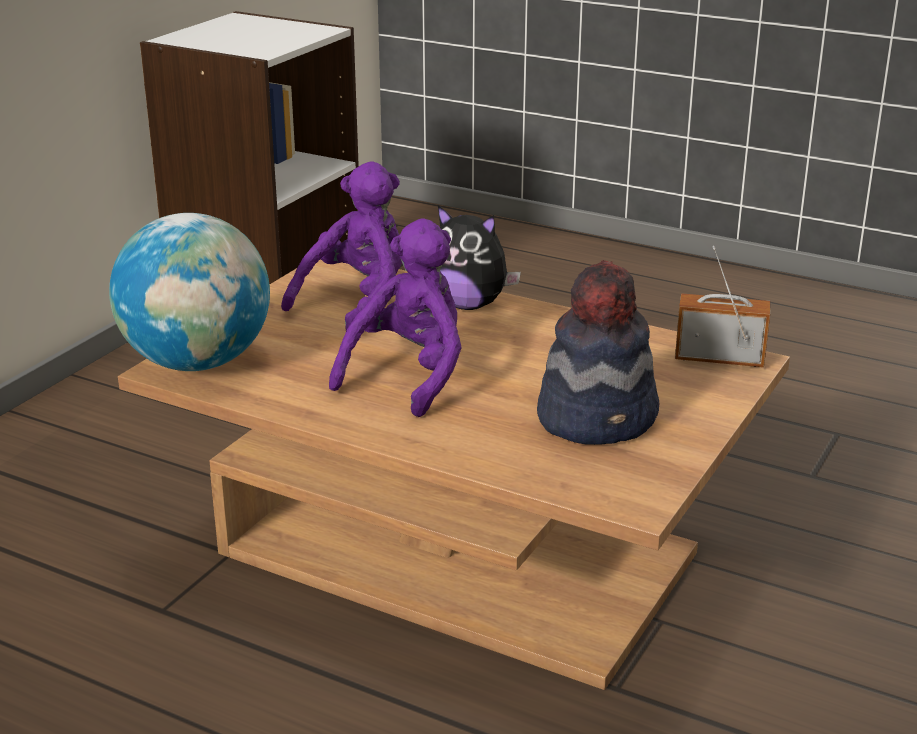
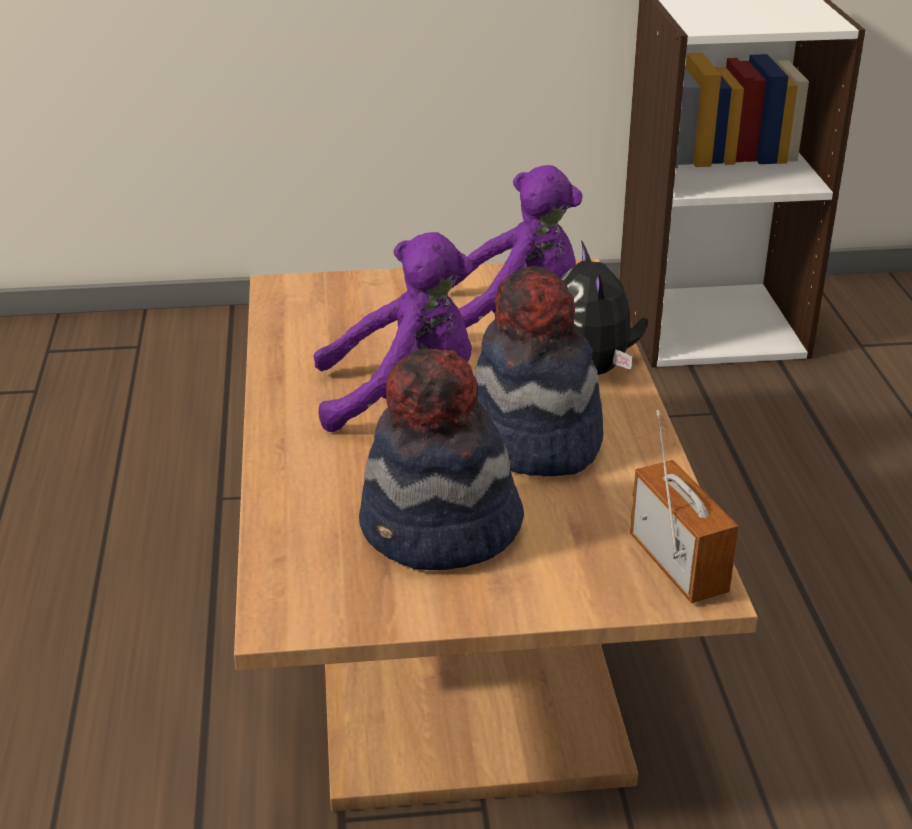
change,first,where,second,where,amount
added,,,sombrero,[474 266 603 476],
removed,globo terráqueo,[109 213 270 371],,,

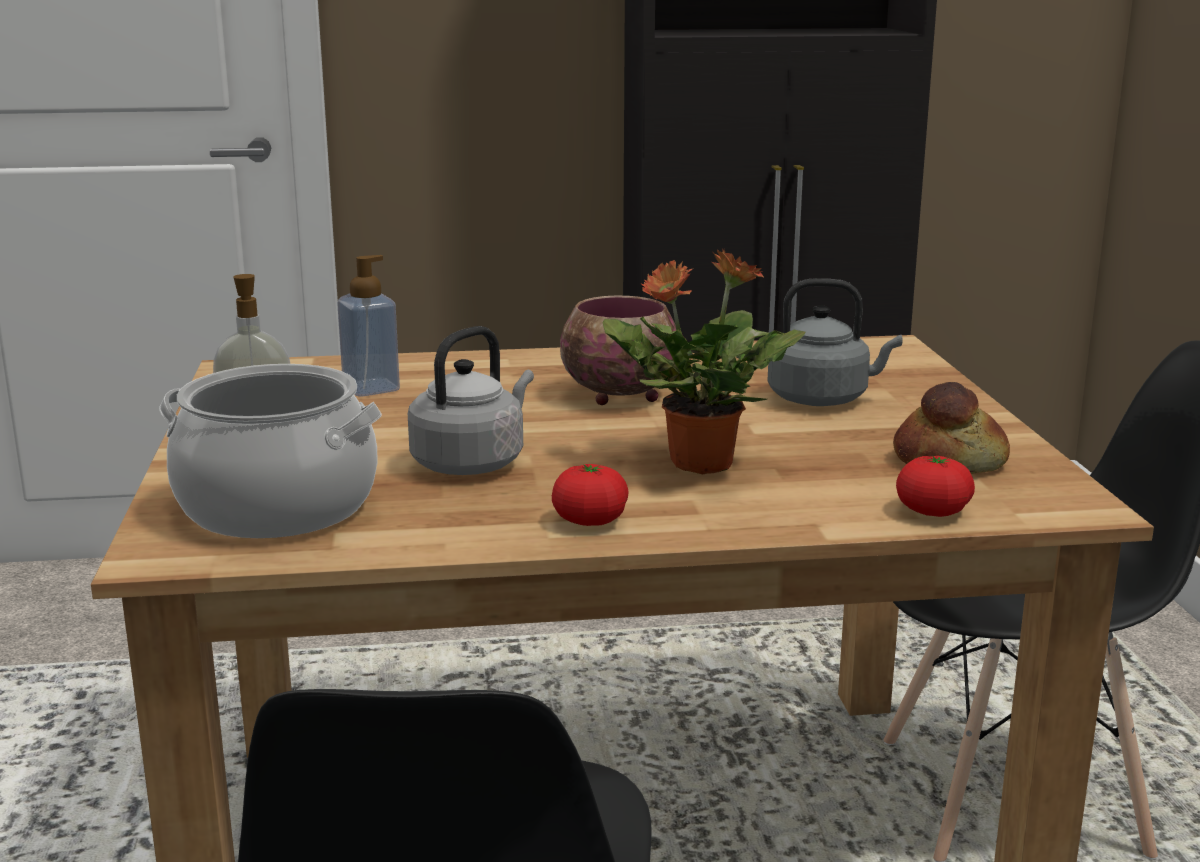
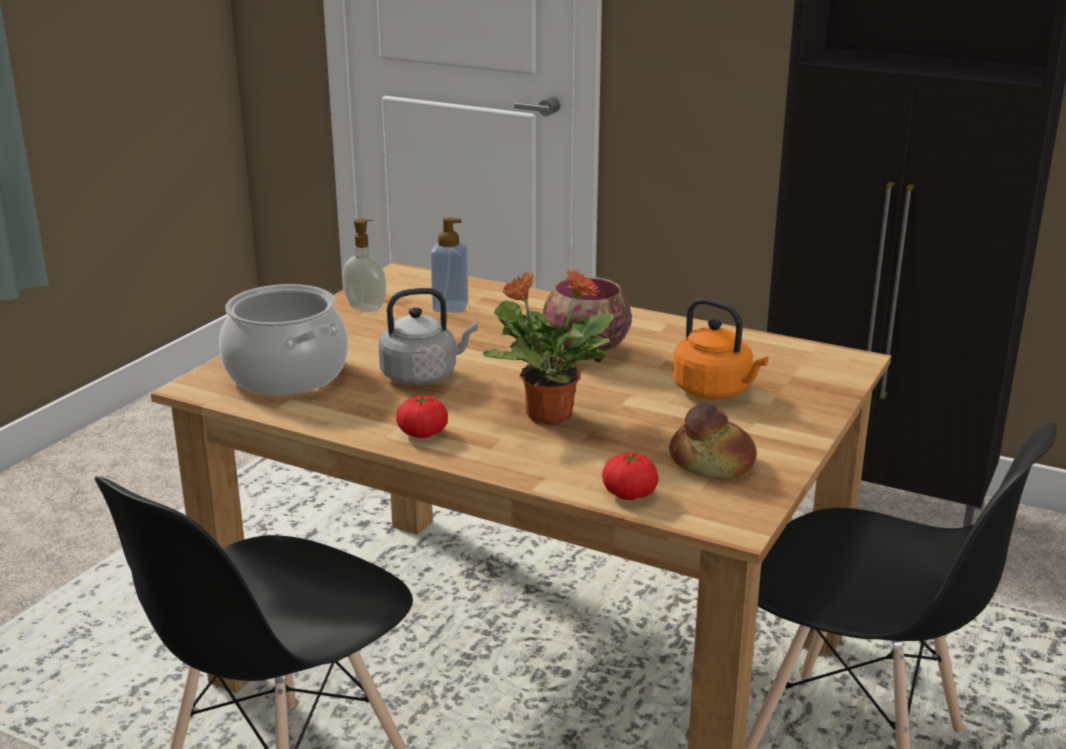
change,first,where,second,where,amount
recoloured,hervidor (gris),[767 278 903 406],hervidor (naranja),[673 298 769 399],

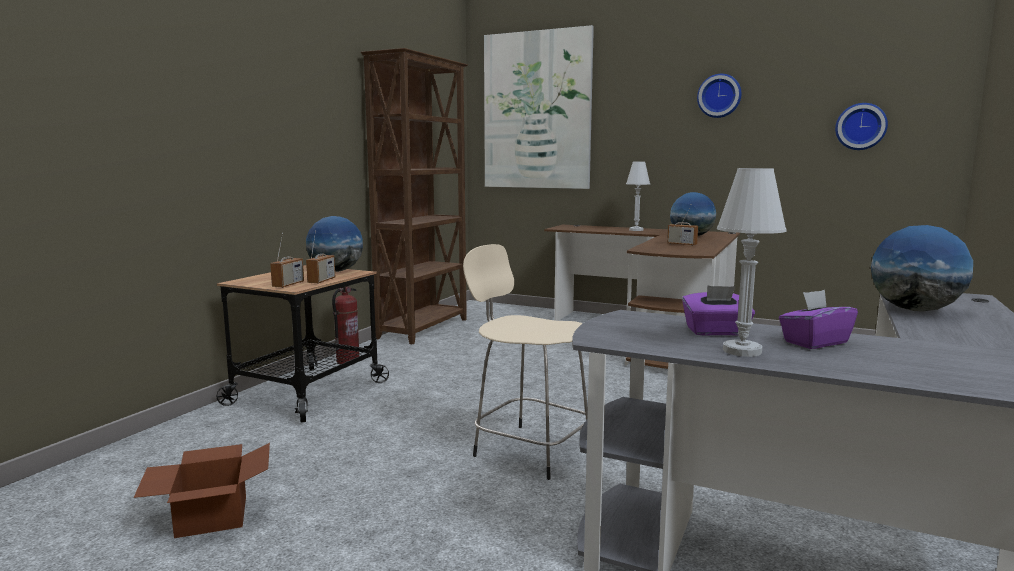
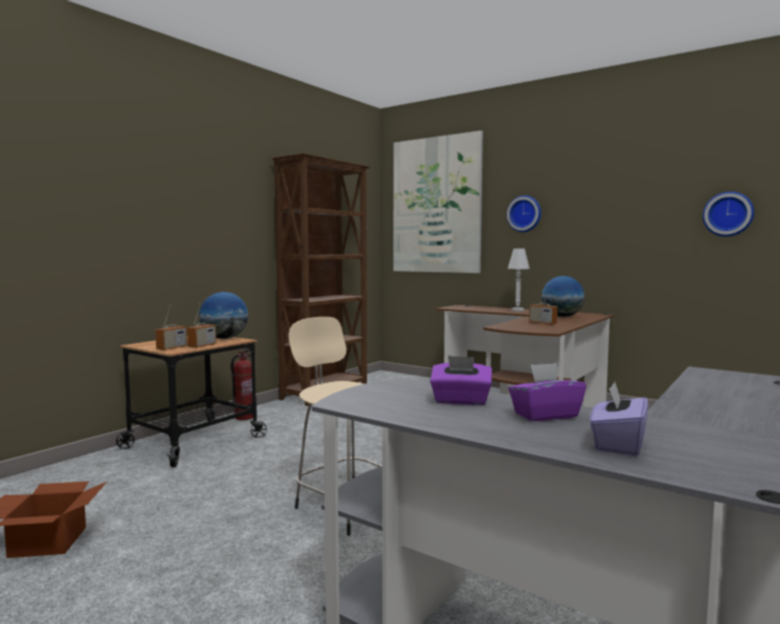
change,first,where,second,where,amount
moved,reloj de pared,[697 74 742 118],,[507 195 541 232],
added,,,caja de pañuelos (morado),[590 382 649 456],
removed,lámpara de mesa (blanco),[717 168 787 357],,,
removed,globo terráqueo,[871 225 973 312],,,

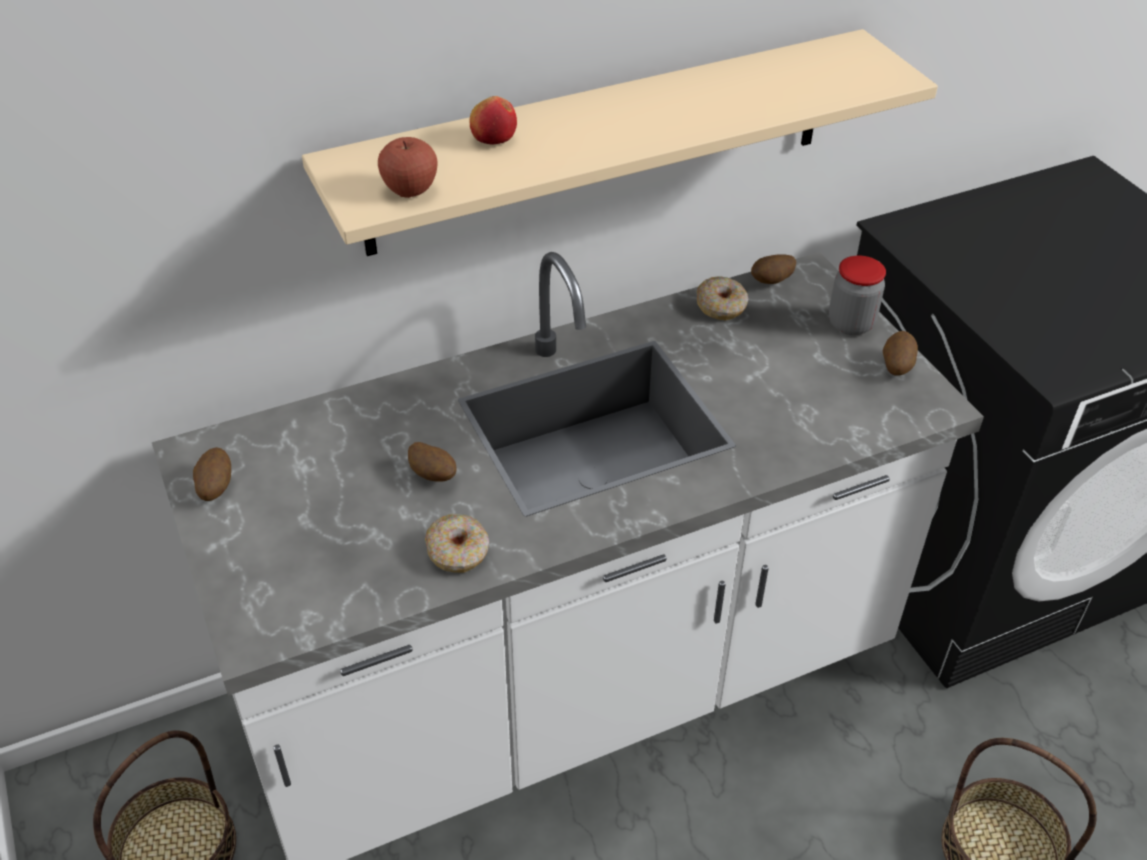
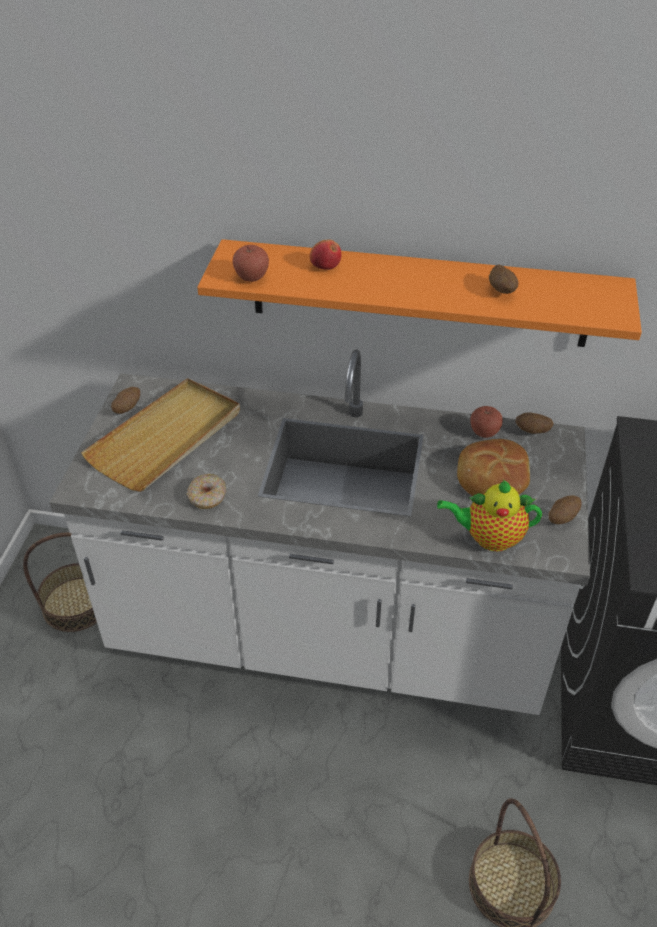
change,first,where,second,where,amount
added,,,bandeja (beis),[81 378 240 492],
recoloured,estante (beis),[302 29 938 256],estante (naranja),[197 239 642 347],
added,,,tetera,[437 480 542 552],
added,,,pan,[457 439 530 496],
replaced,rosquilla,[697 276 749 320],manzana,[470 406 503 438],
moved,patata,[408 442 457 482],,[489 265 518 294],
removed,tarro,[829 256 886 335],,,

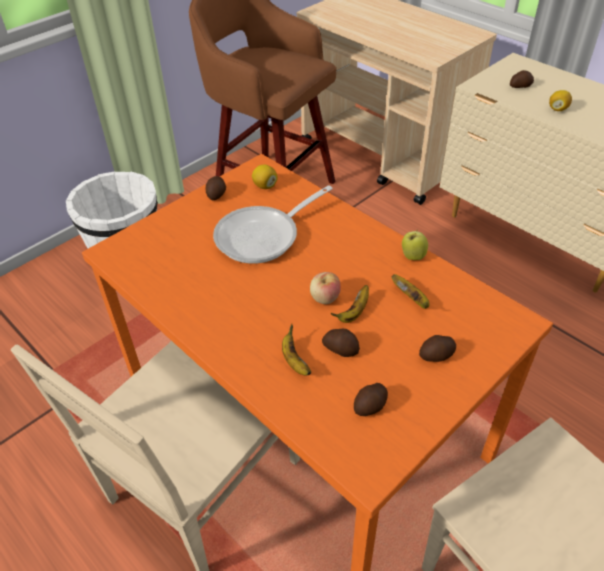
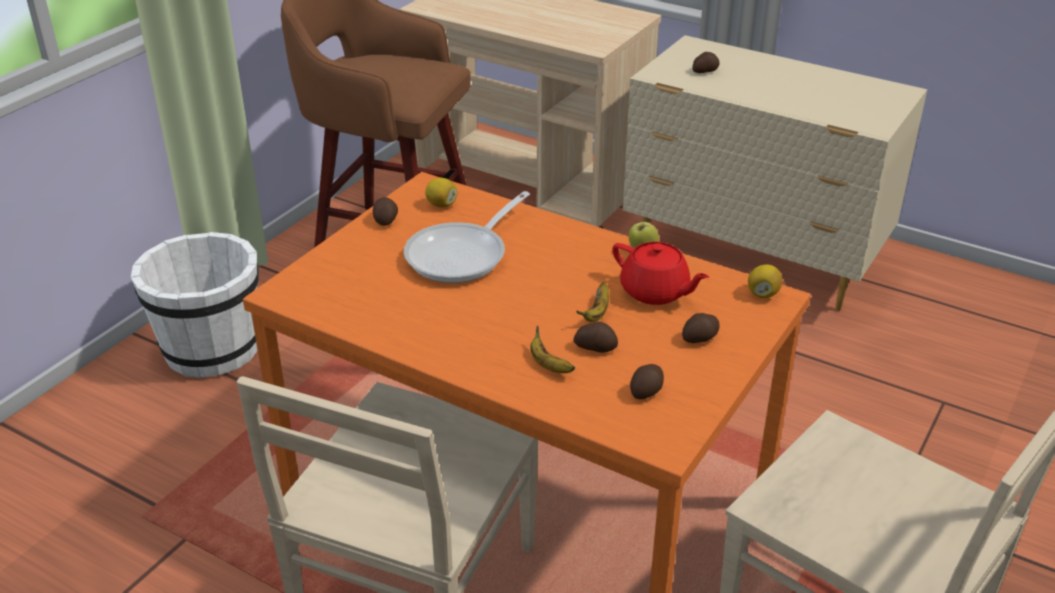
change,first,where,second,where,amount
replaced,plátano,[392 274 430 309],tetera (rojo),[612 242 709 305],
moved,limón,[549 90 572 111],,[748 264 782 298],
removed,manzana,[310 272 341 304],,,

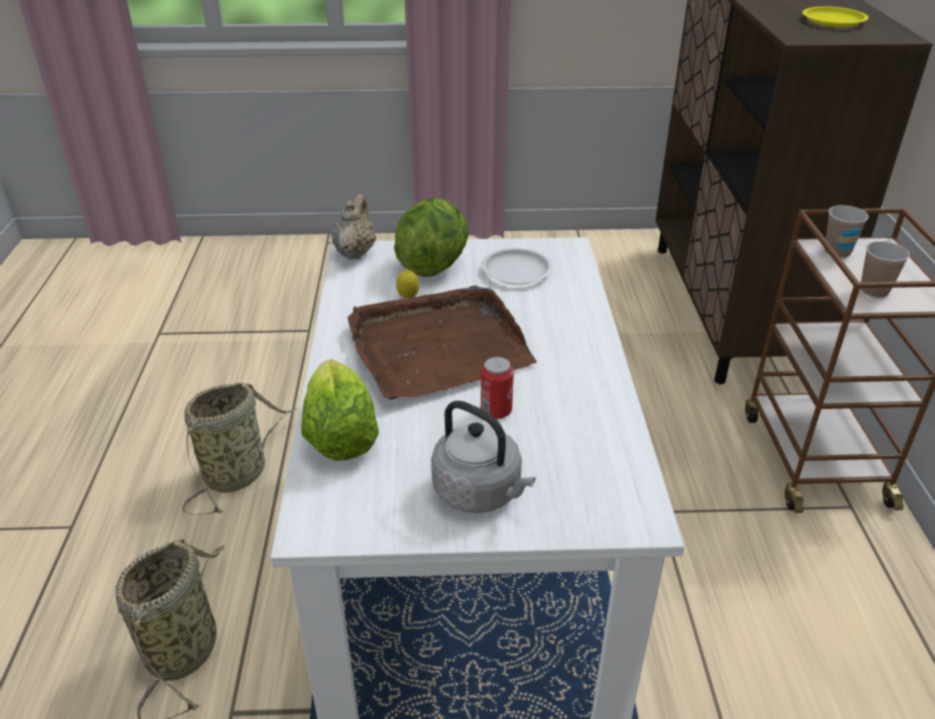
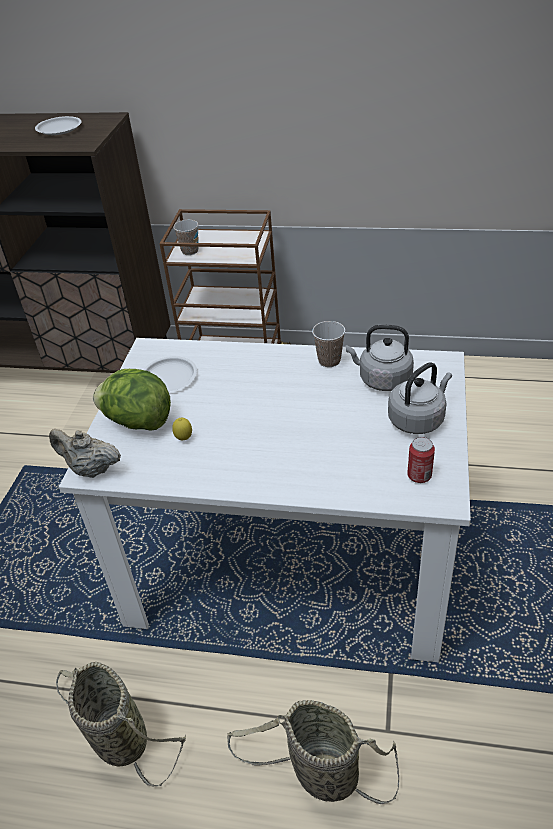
change,first,where,second,where,amount
recoloured,plato (amarillo),[802 6 868 27],plato (blanco),[35 116 82 135],
moved,taza,[861 241 910 298],,[312 321 345 367],
added,,,hervidor (gris),[346 325 414 391],
moved,lata,[481 357 514 419],,[407 437 435 483],
removed,lechuga,[301 359 379 461],,,
removed,bandeja (marrón),[347 286 537 400],,,

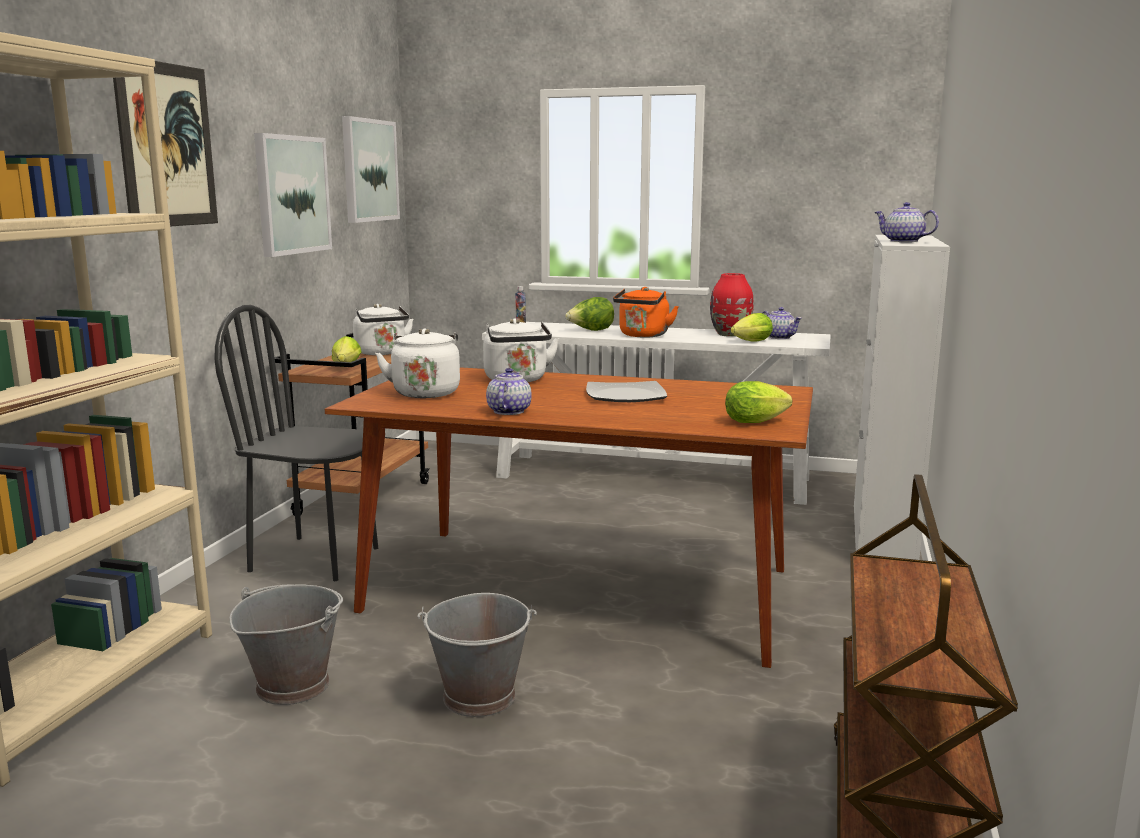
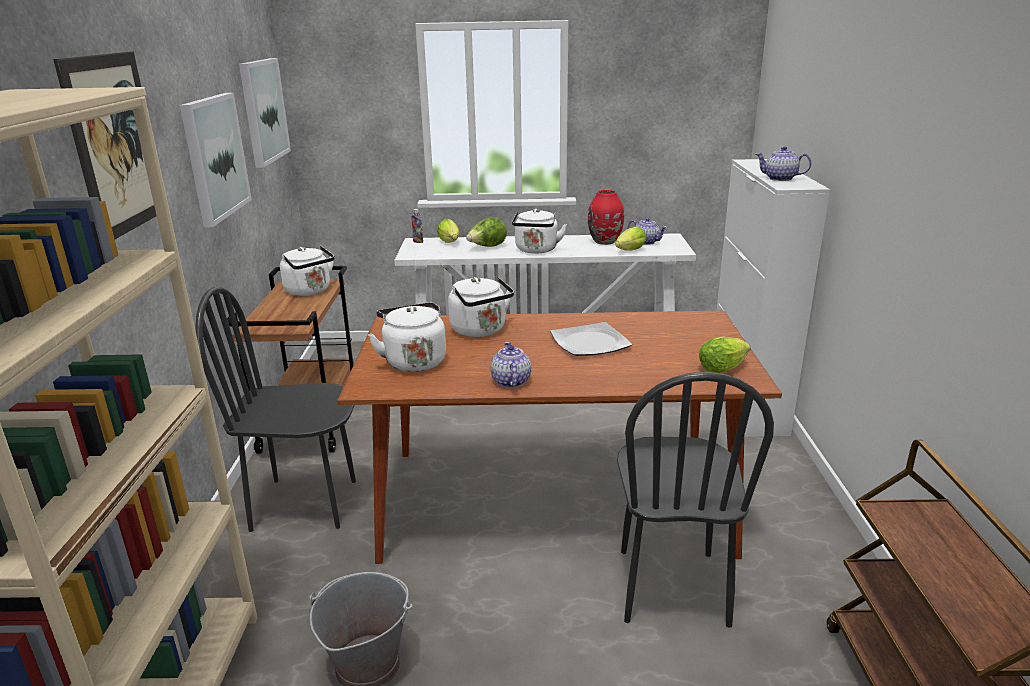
change,first,where,second,where,amount
moved,lechuga,[332 336 362 362],,[437 219 459 243],
recoloured,hervidor (naranja),[613 287 679 337],hervidor (blanco),[512 209 567 254],
added,,,silla (negro),[617 372 774 628],
removed,cubo (gris),[417 593 537 717],,,

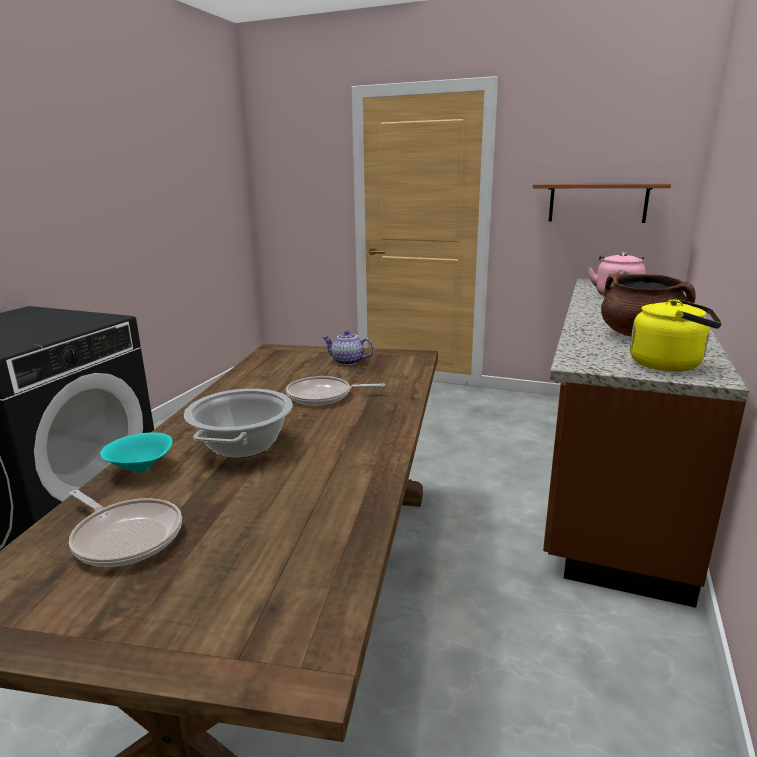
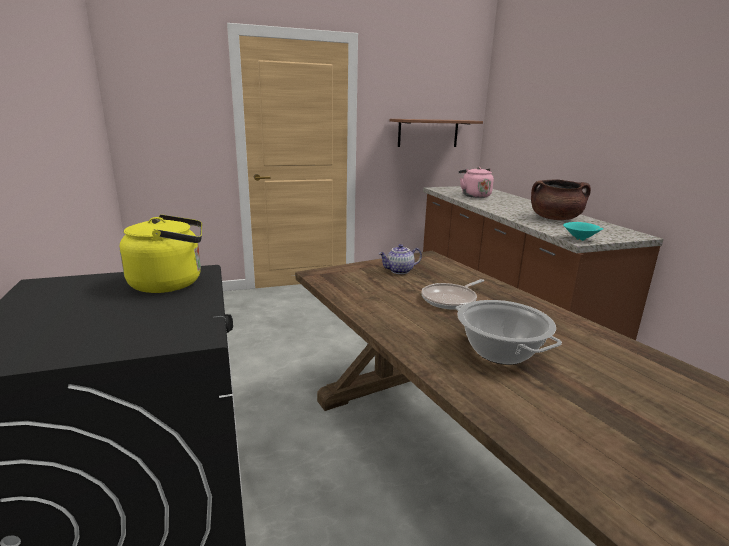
change,first,where,second,where,amount
moved,hervidor (amarillo),[630 298 722 372],,[120 215 202 293],
moved,cuenco (turquesa),[100 432 173 473],,[563 222 603 241],
removed,sartén,[69 490 182 567],,,

